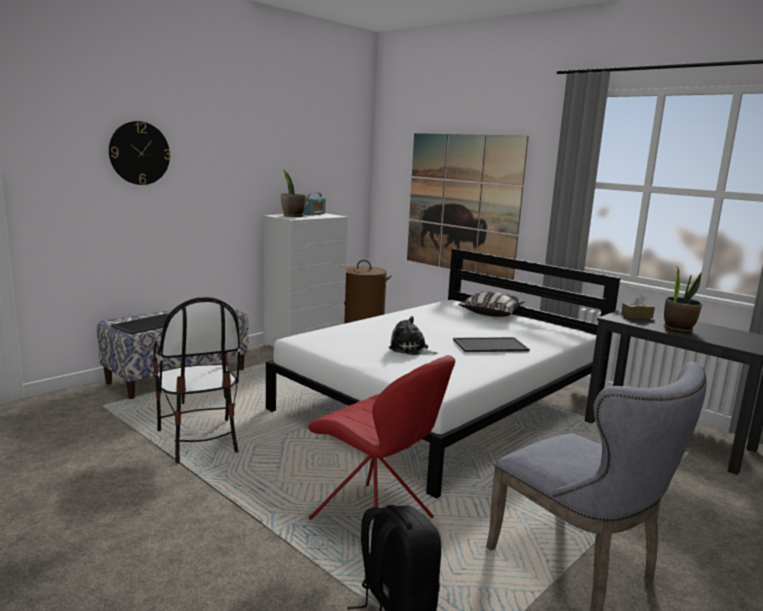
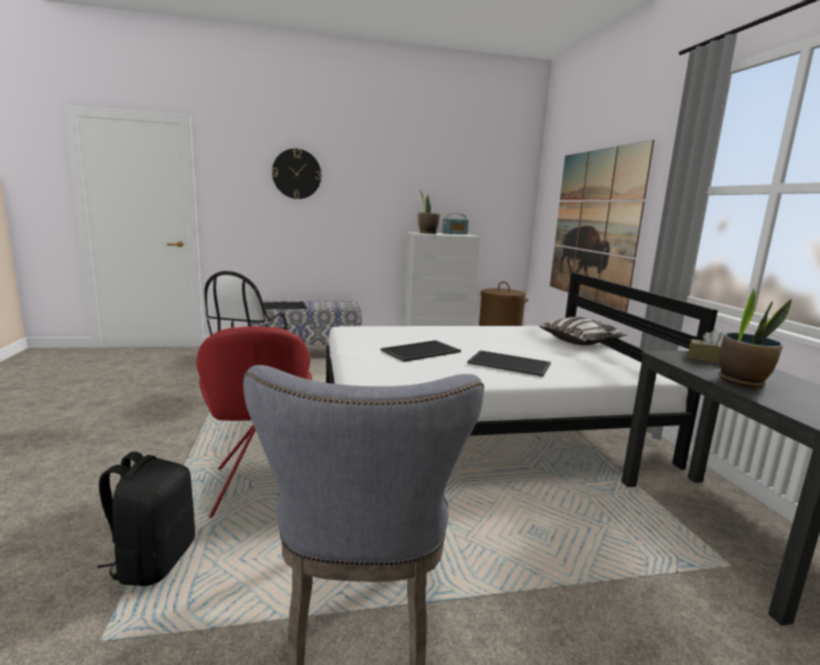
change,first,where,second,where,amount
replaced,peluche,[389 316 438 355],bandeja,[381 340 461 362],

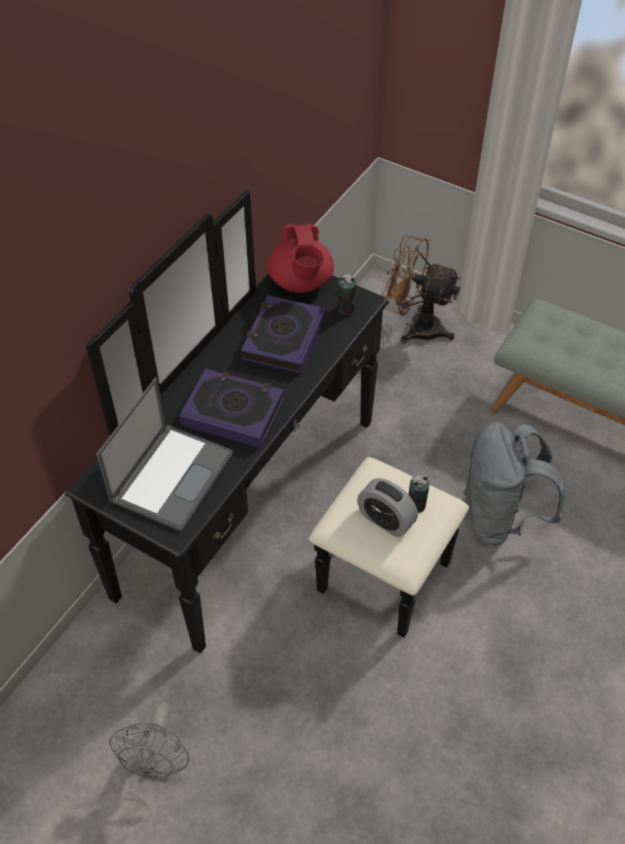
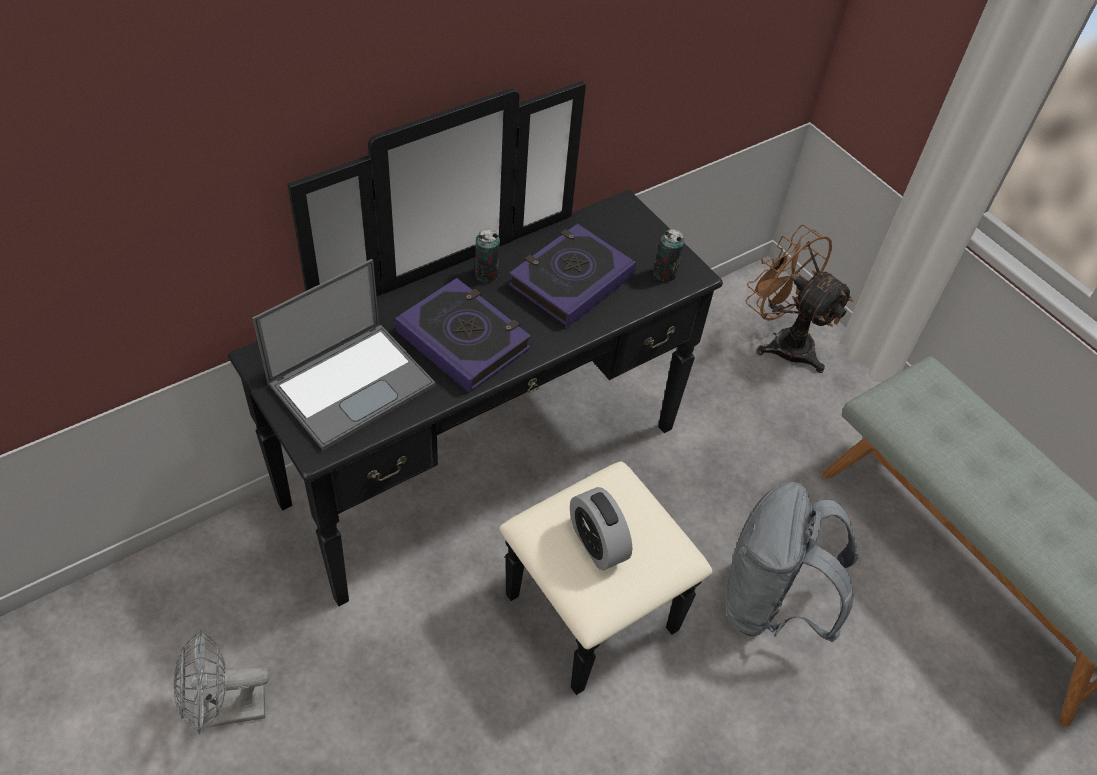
change,first,where,second,where,amount
turned,ventilador (gris),[109 702 190 780],,[174 630 270 734],45 degrees clockwise
moved,lata,[409 474 429 513],,[475 229 500 283],
removed,tetera (rojo),[267 224 334 293],,,

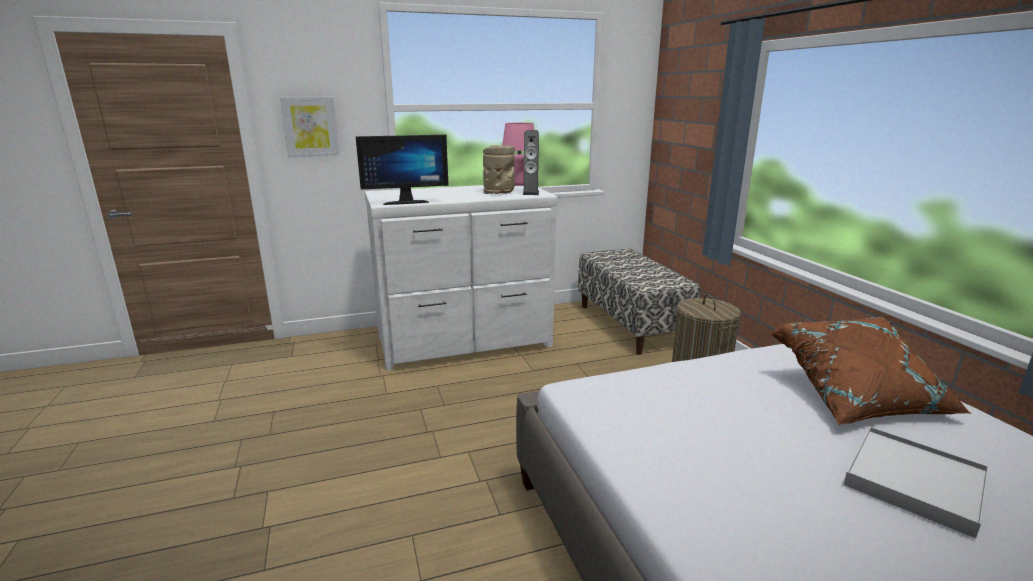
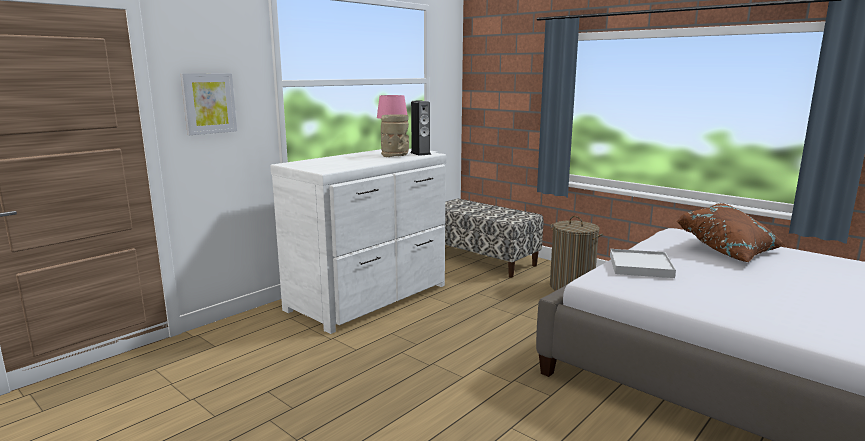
change,first,where,second,where,amount
moved,bandeja (blanco),[843 427 989 538],,[610 249 676 278],
removed,monitor,[356 135 449 205],,,

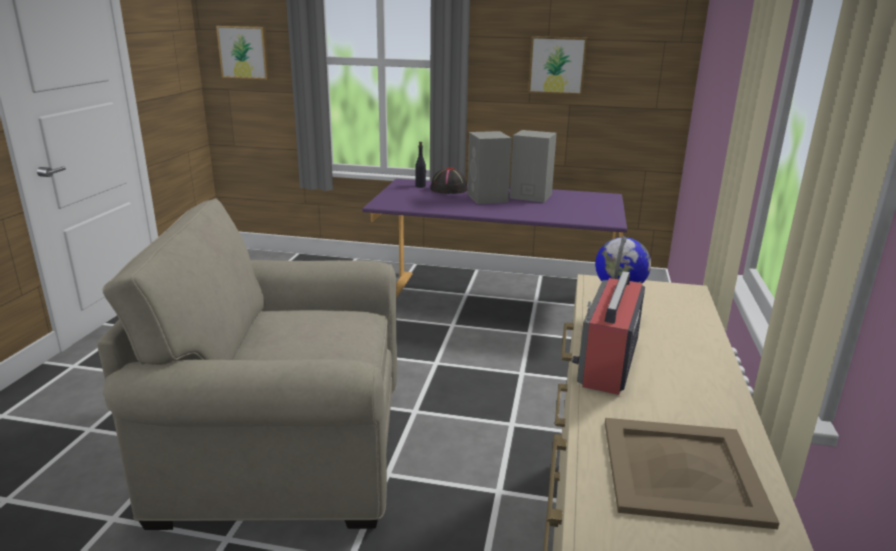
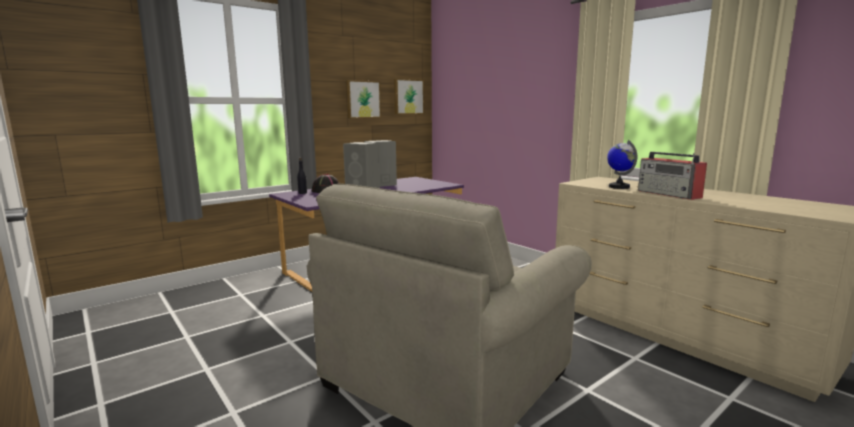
change,first,where,second,where,amount
moved,cuadro,[216 26 270 79],,[394 79 424 114],
removed,bandeja (beis),[605 418 780 529],,,

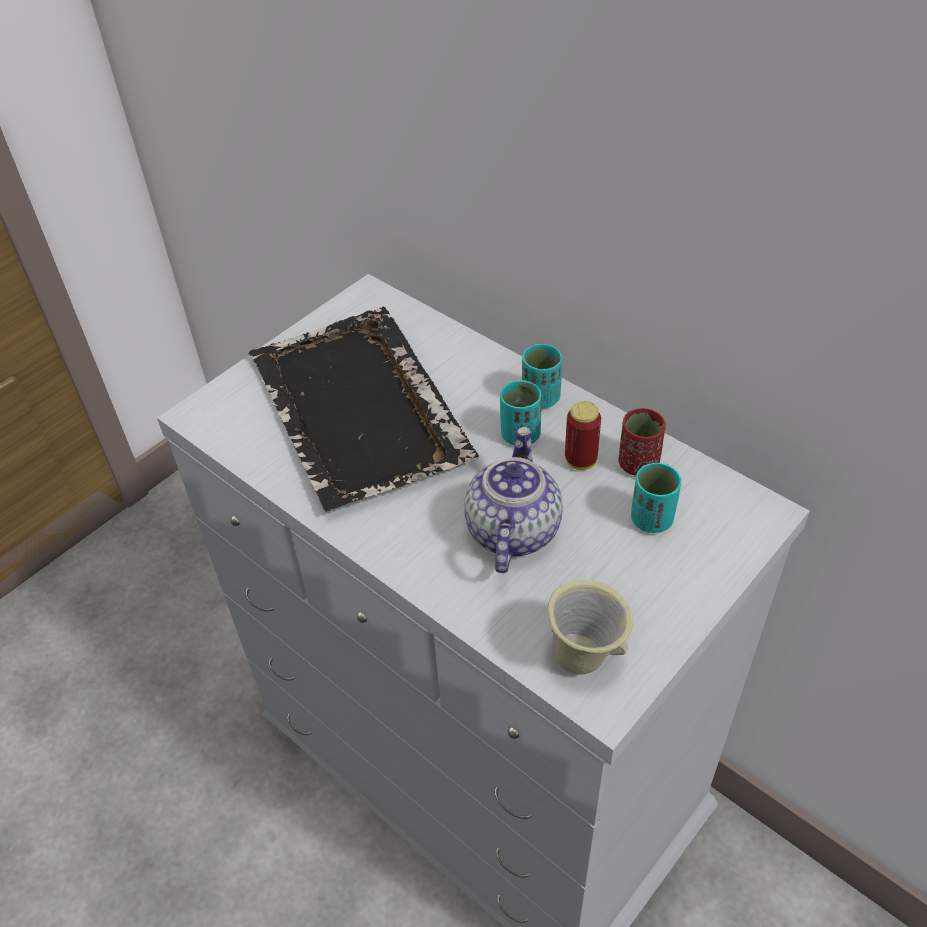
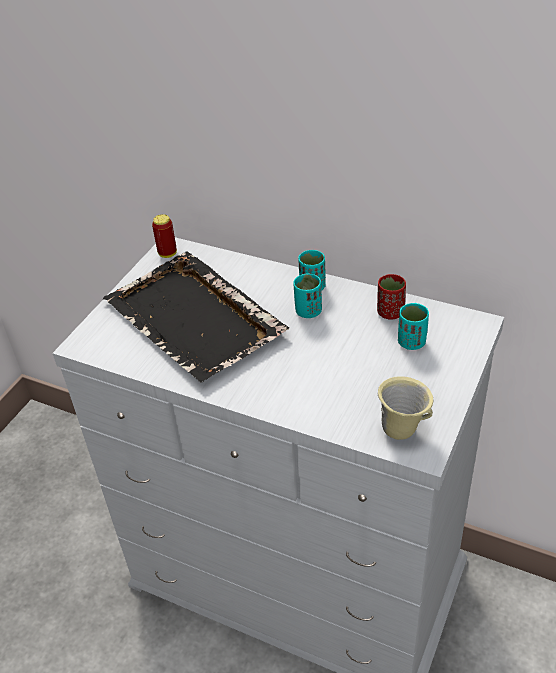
change,first,where,second,where,amount
moved,lata,[565 401 601 470],,[152 214 177 258],
removed,tetera,[464 426 563 573],,,

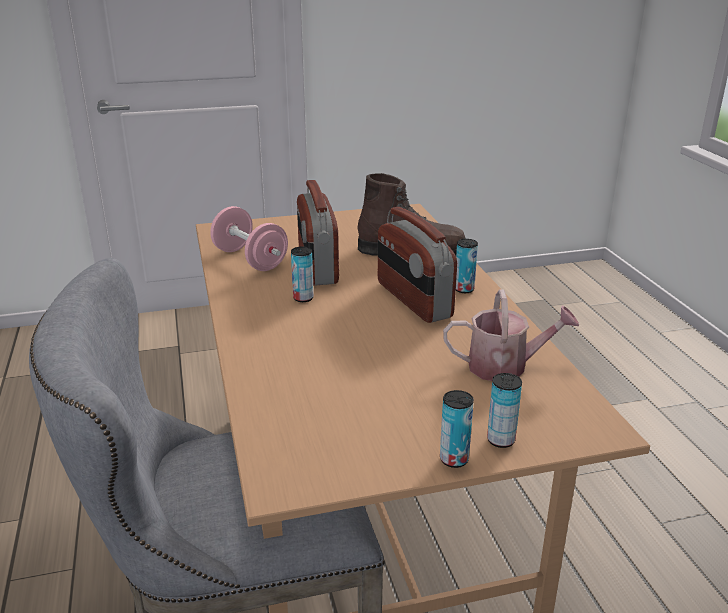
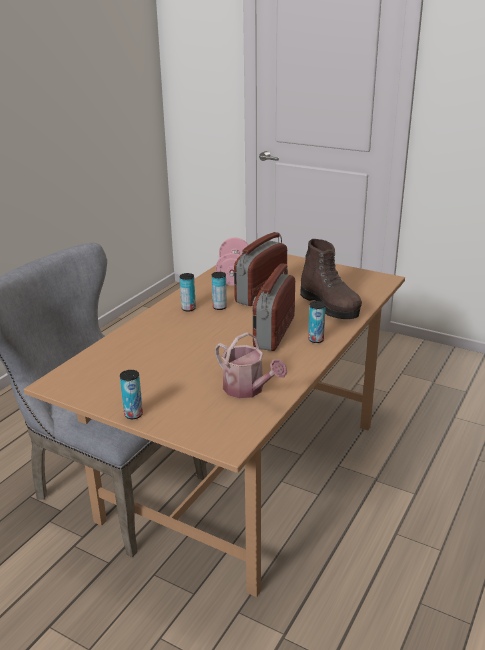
change,first,where,second,where,amount
moved,lata,[487 373 522 448],,[180 273 196 312],

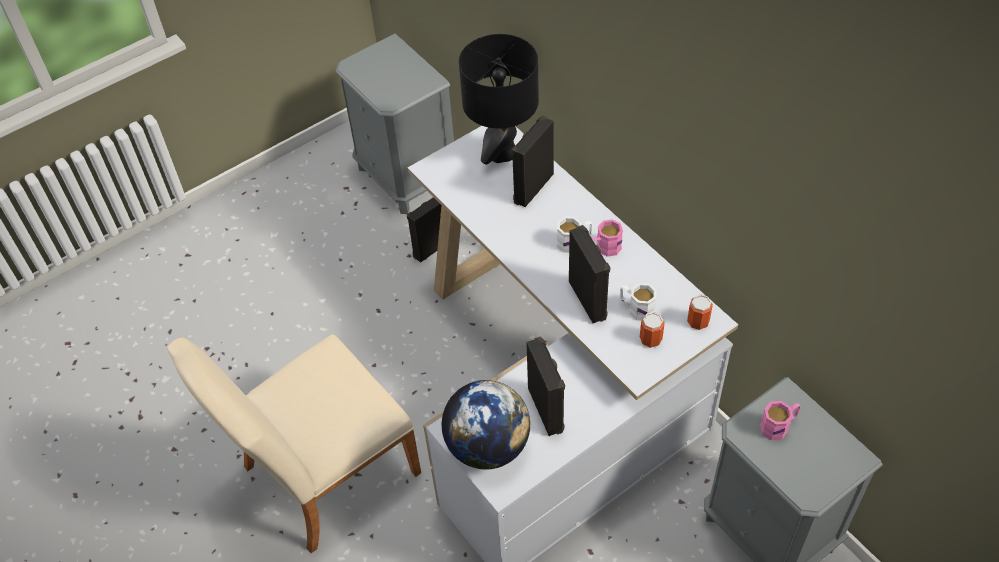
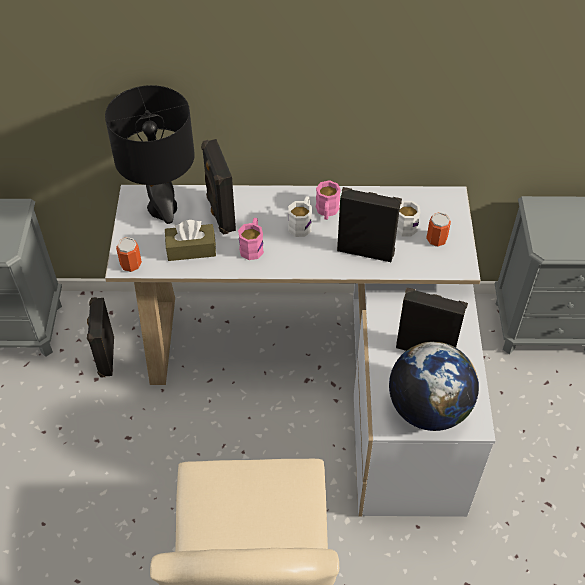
change,first,where,second,where,amount
moved,lata,[687 294 713 330],,[116 237 142 272],
added,,,caja de pañuelos (marrón),[165 220 216 261],
moved,taza grande (rosa),[760 401 800 440],,[238 218 264 260],

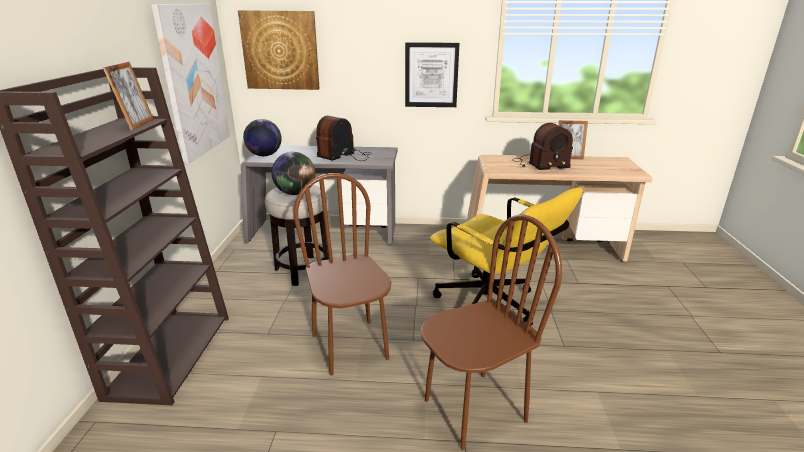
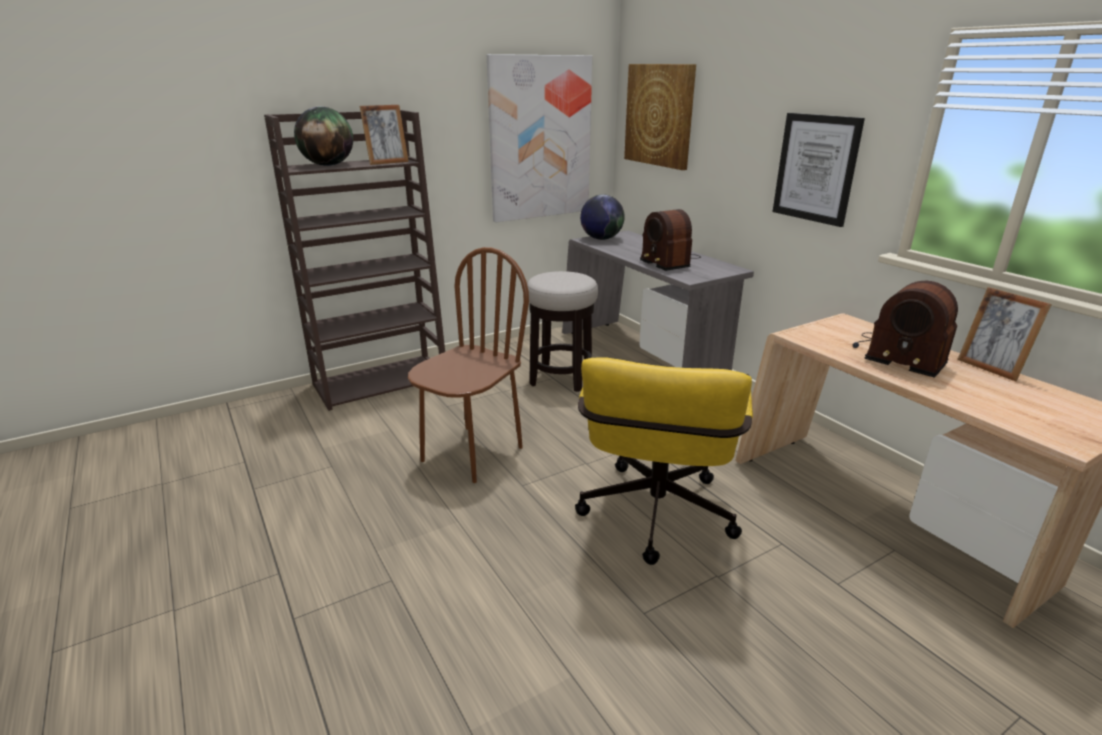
change,first,where,second,where,amount
moved,globo terráqueo,[271 152 315 195],,[294 107 353 166],
turned,radio,[316 116 372 161],,[640 209 701 271],120 degrees counterclockwise
removed,silla (marrón),[421 215 562 450],,,

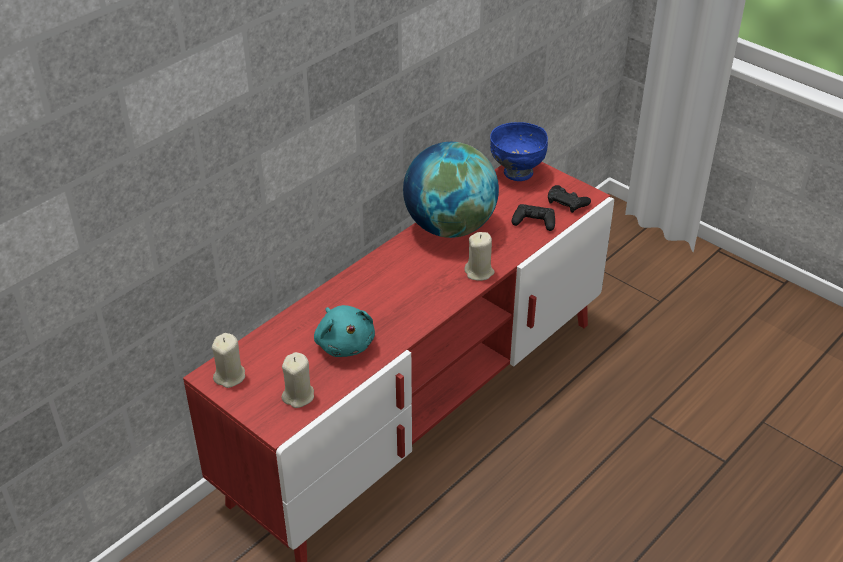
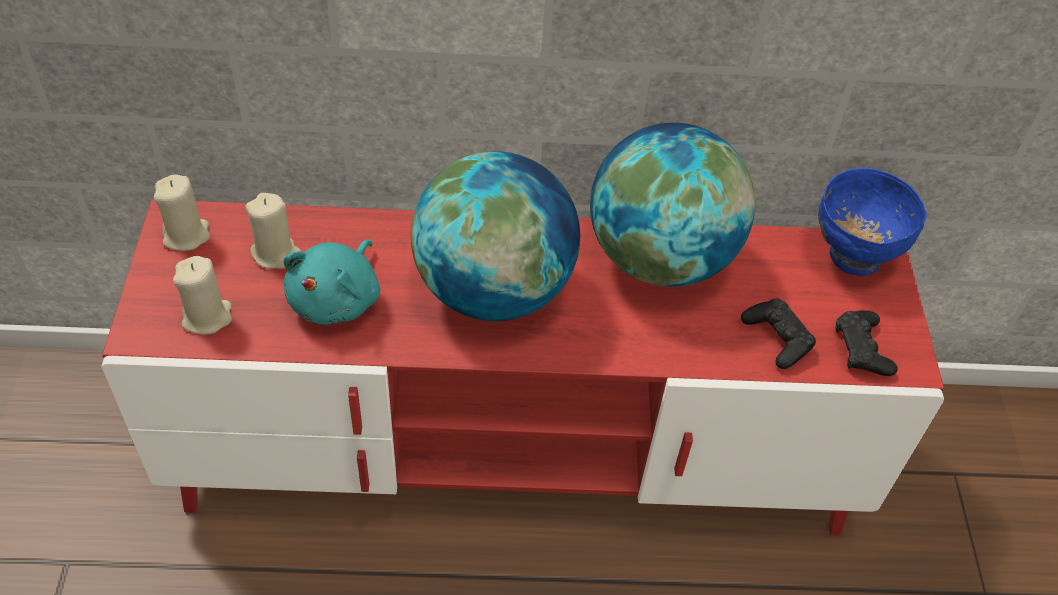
change,first,where,second,where,amount
moved,vela (beis),[464 232 495 281],,[245 193 301 269],
added,,,globo terráqueo,[411 151 580 321],

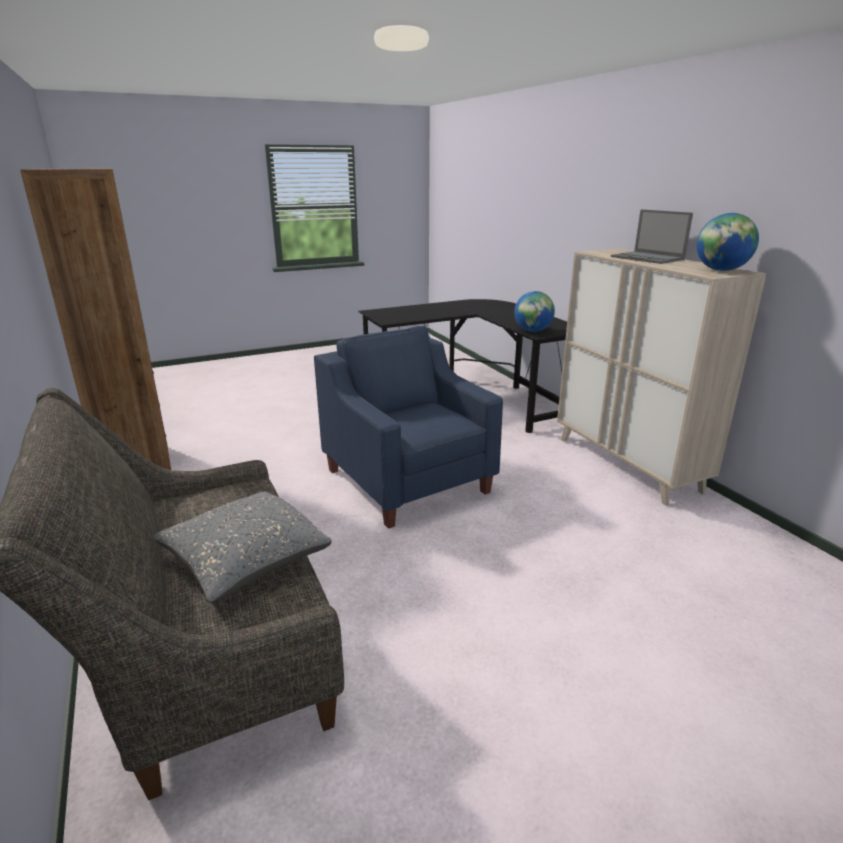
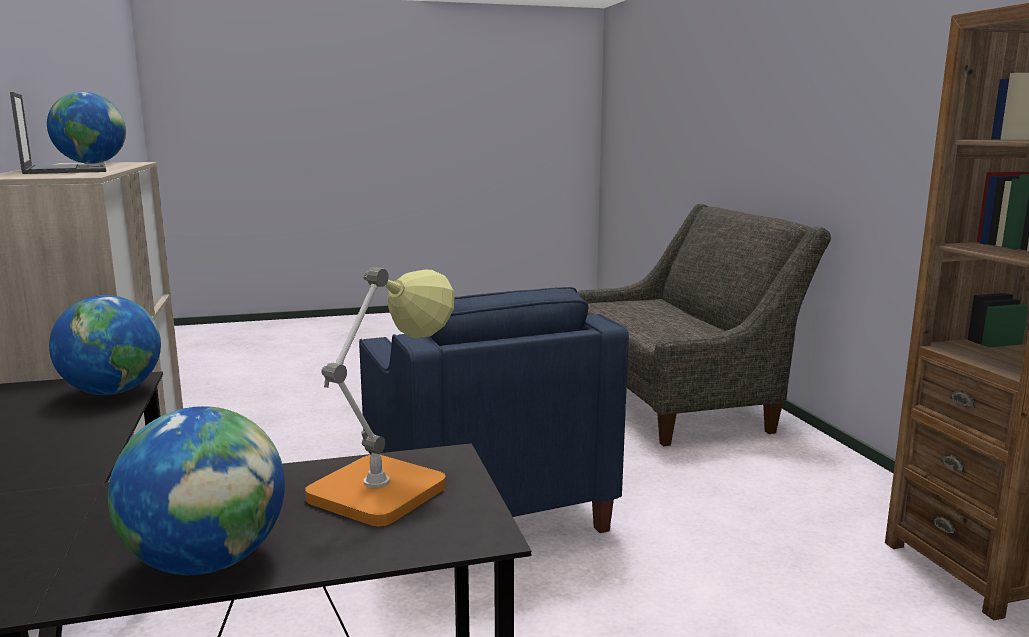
change,first,where,second,where,amount
added,,,globo terráqueo,[108 406 285 575],
added,,,lámpara de mesa,[305 268 455 527],
removed,cojín (gris),[154 491 332 602],,,

